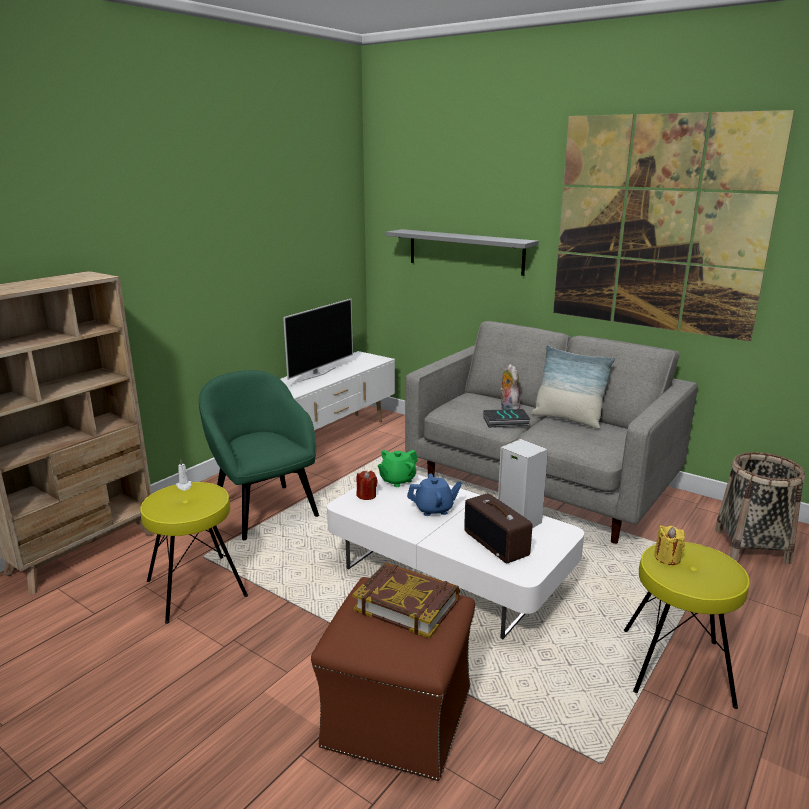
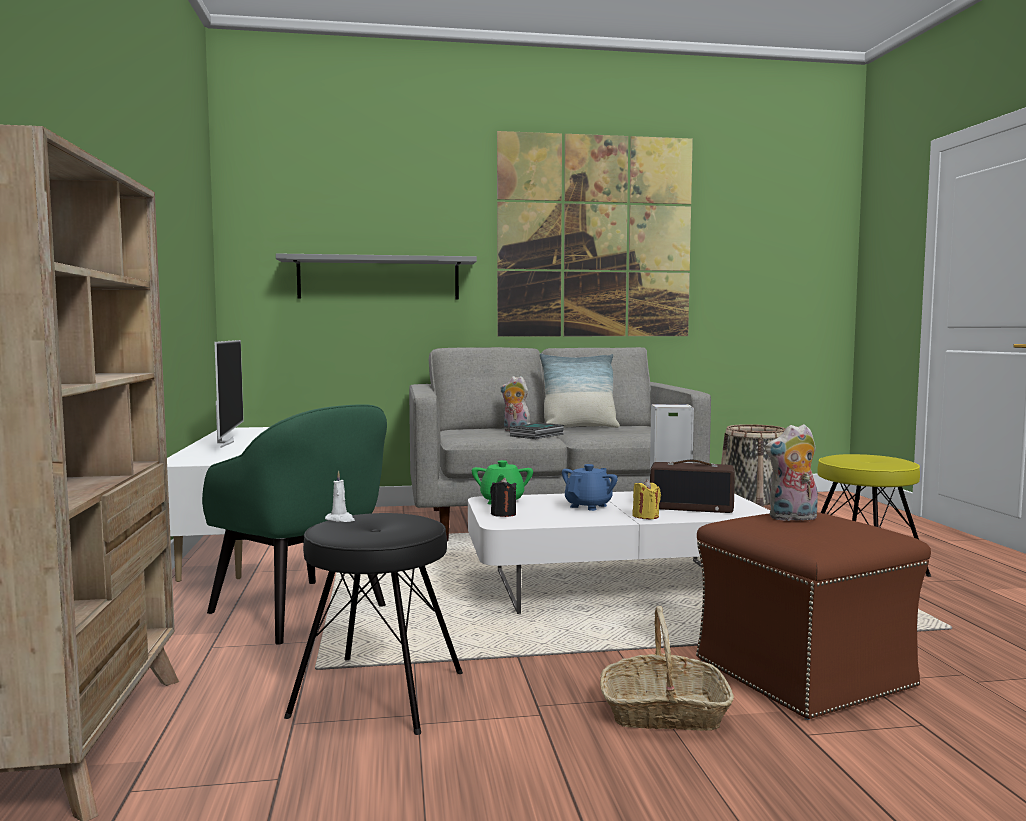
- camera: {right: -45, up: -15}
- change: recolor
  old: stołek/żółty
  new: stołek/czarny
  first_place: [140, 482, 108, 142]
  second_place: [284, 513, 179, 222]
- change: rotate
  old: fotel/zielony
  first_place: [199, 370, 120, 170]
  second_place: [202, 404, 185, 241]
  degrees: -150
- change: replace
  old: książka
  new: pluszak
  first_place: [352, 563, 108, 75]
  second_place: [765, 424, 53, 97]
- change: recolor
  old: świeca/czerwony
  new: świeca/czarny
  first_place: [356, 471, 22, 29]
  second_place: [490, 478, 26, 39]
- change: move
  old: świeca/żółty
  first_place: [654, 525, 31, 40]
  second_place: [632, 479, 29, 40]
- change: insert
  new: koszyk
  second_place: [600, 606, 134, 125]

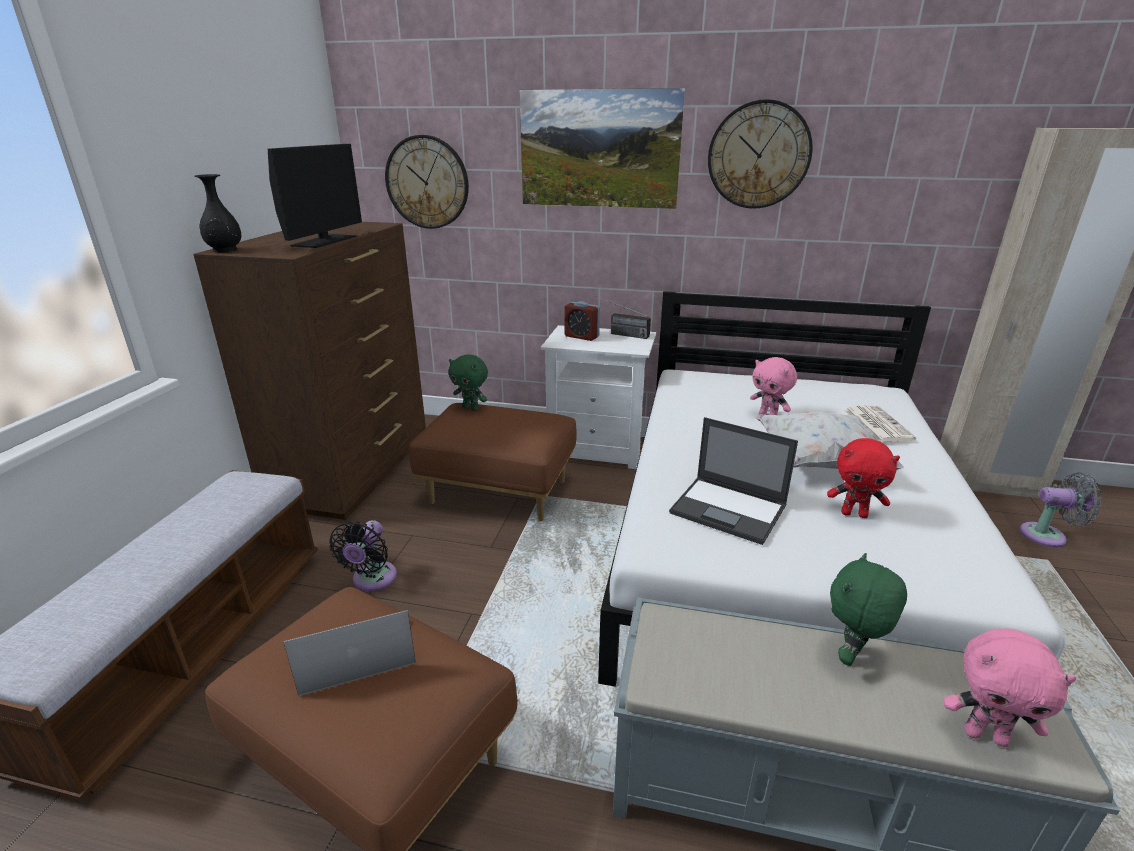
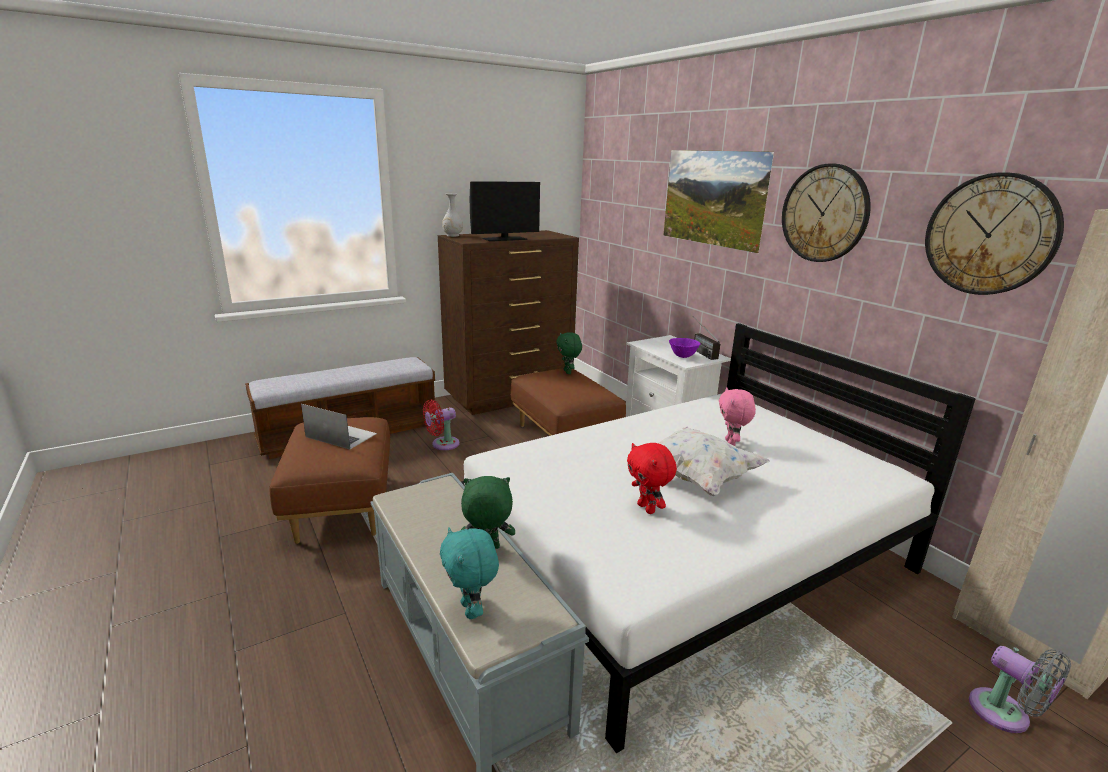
- camera: {right: 45, up: -5}
- change: recolor
  old: wazon/czarny
  new: wazon/biały
  first_place: [194, 174, 47, 78]
  second_place: [442, 193, 21, 44]
- change: recolor
  old: wentylator/czarny
  new: wentylator/czerwony
  first_place: [329, 520, 68, 71]
  second_place: [423, 399, 37, 51]
- change: move
  old: zegar ścienny
  first_place: [385, 135, 84, 94]
  second_place: [925, 172, 139, 123]
- change: delete
  old: budzik
  first_place: [564, 301, 36, 40]
- change: delete
  old: laptop
  first_place: [669, 417, 129, 128]
- change: delete
  old: gazeta
  first_place: [844, 405, 72, 37]
- change: recolor
  old: pluszak/różowy
  new: pluszak/turkusowy
  first_place: [944, 628, 133, 119]
  second_place: [440, 527, 59, 92]
- change: insert
  new: miska/fioletowy
  second_place: [669, 338, 32, 20]

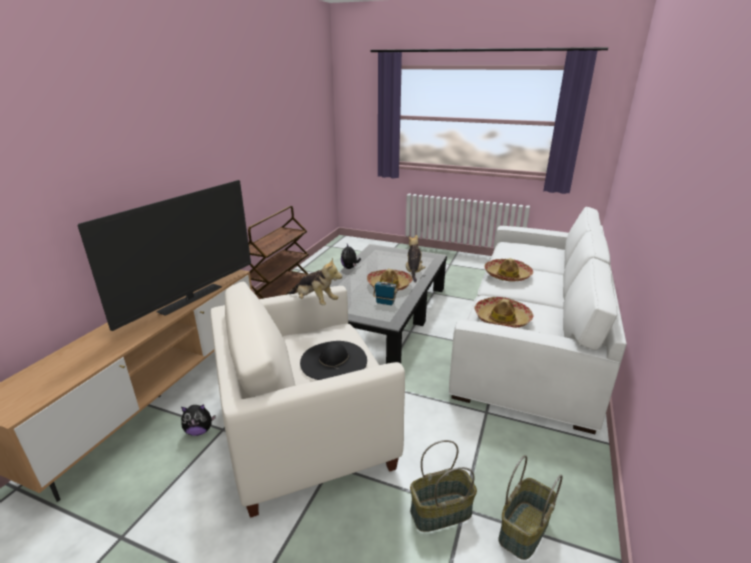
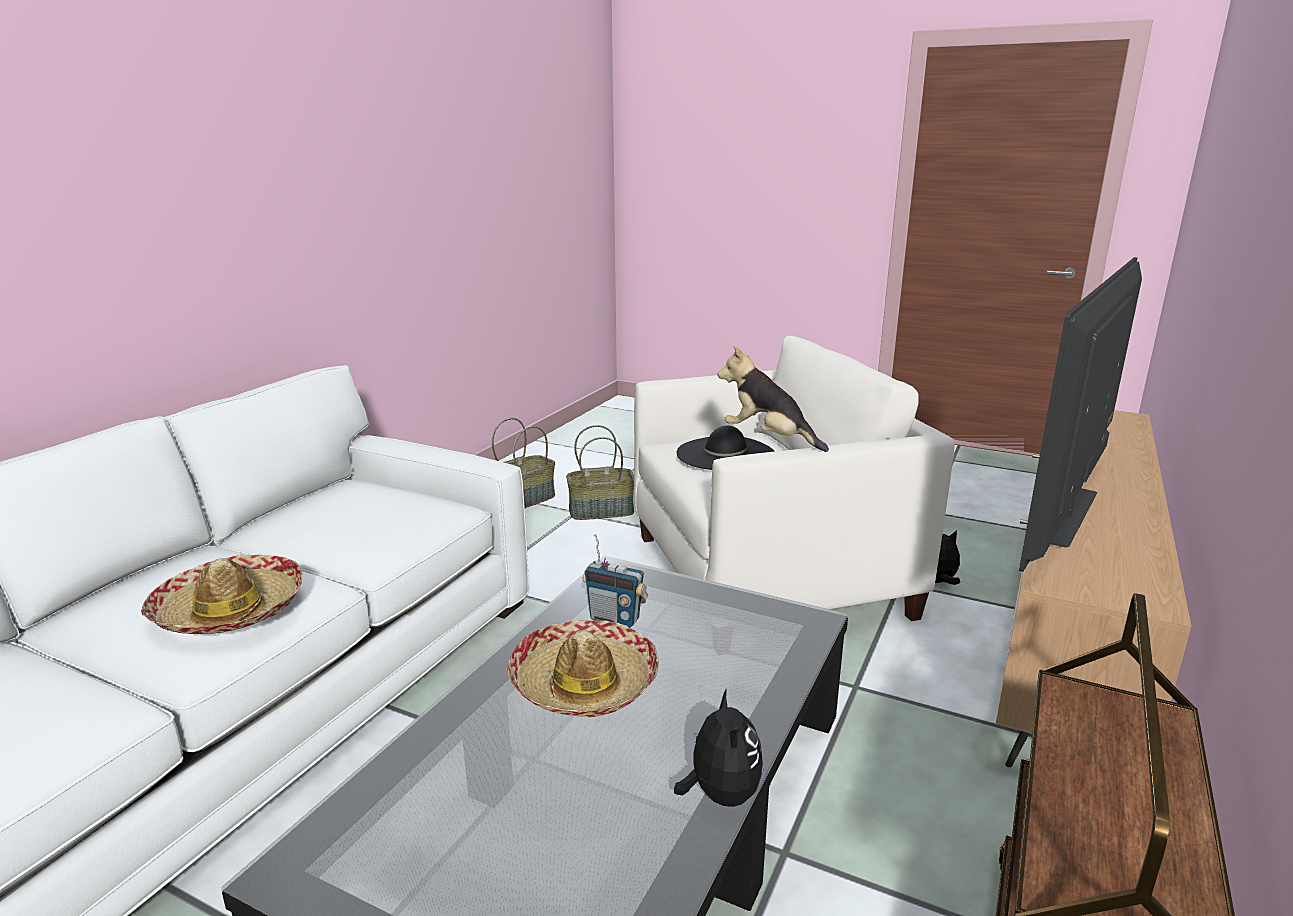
- camera: {right: -175, up: -5}
- change: delete
  old: pluszak
  first_place: [406, 235, 20, 47]
- change: delete
  old: kapelusz
  first_place: [475, 297, 58, 31]

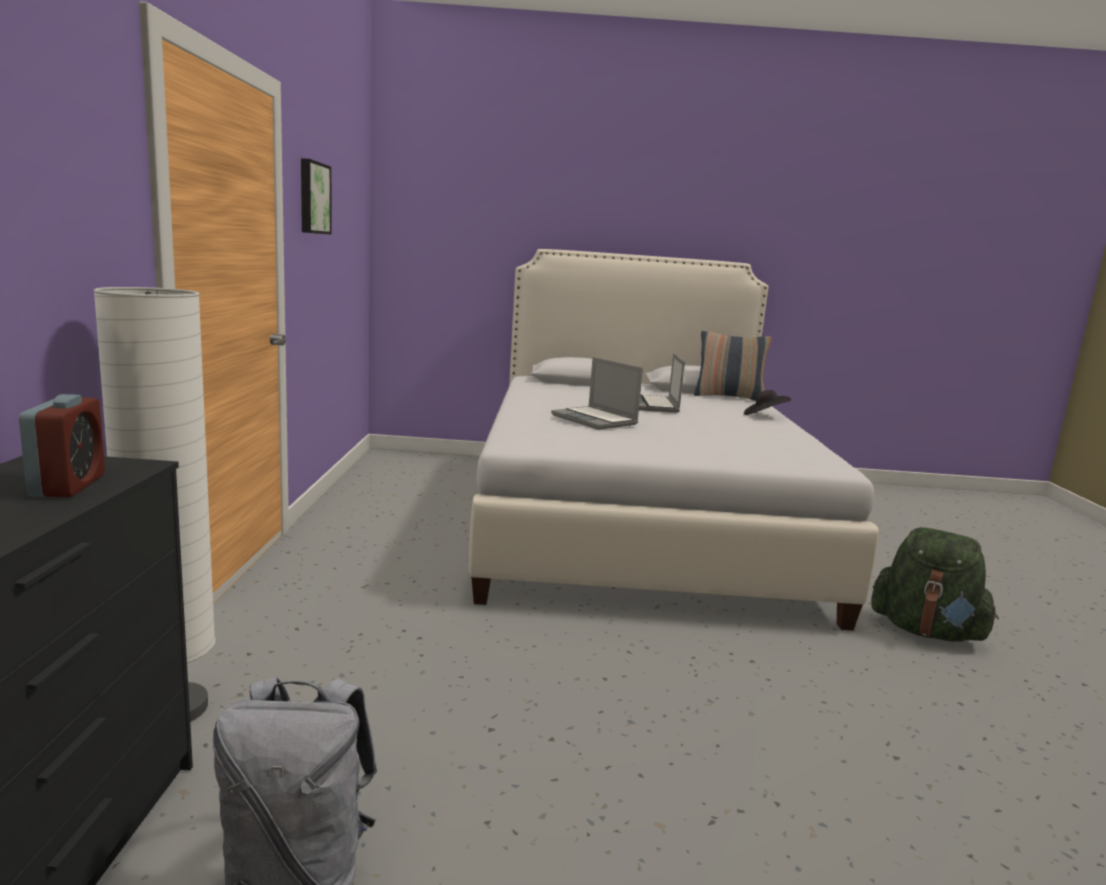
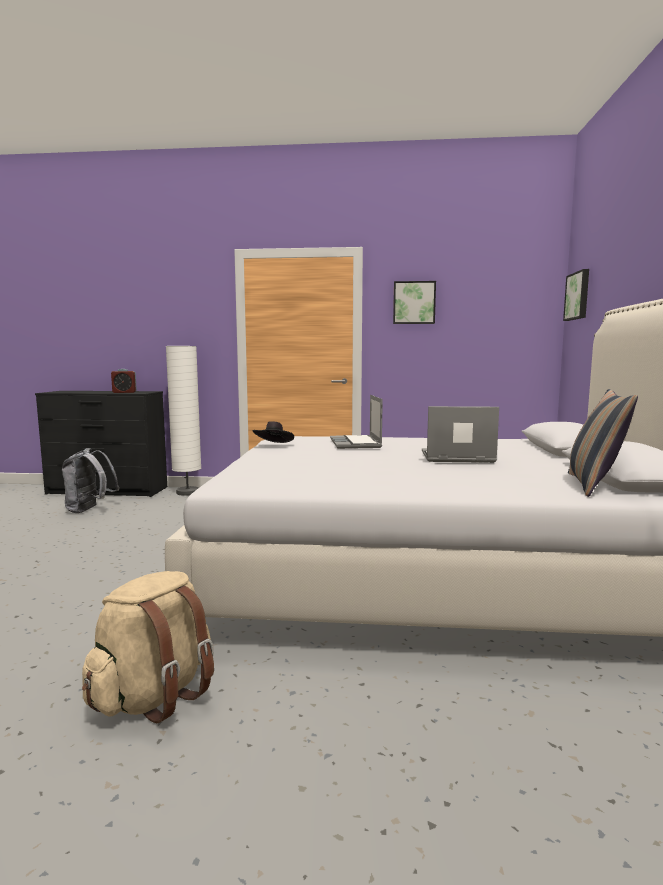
- camera: {right: 95, up: -5}
- change: rotate
  old: laptop
  first_place: [551, 357, 92, 73]
  second_place: [330, 395, 53, 54]
  degrees: -60
- change: move
  old: kapelusz/czarny
  first_place: [744, 390, 47, 25]
  second_place: [253, 421, 41, 22]
- change: recolor
  old: plecak/zielony
  new: plecak/beżowy
  first_place: [871, 527, 128, 115]
  second_place: [82, 571, 132, 152]
- change: insert
  new: obraz
  second_place: [563, 269, 26, 52]

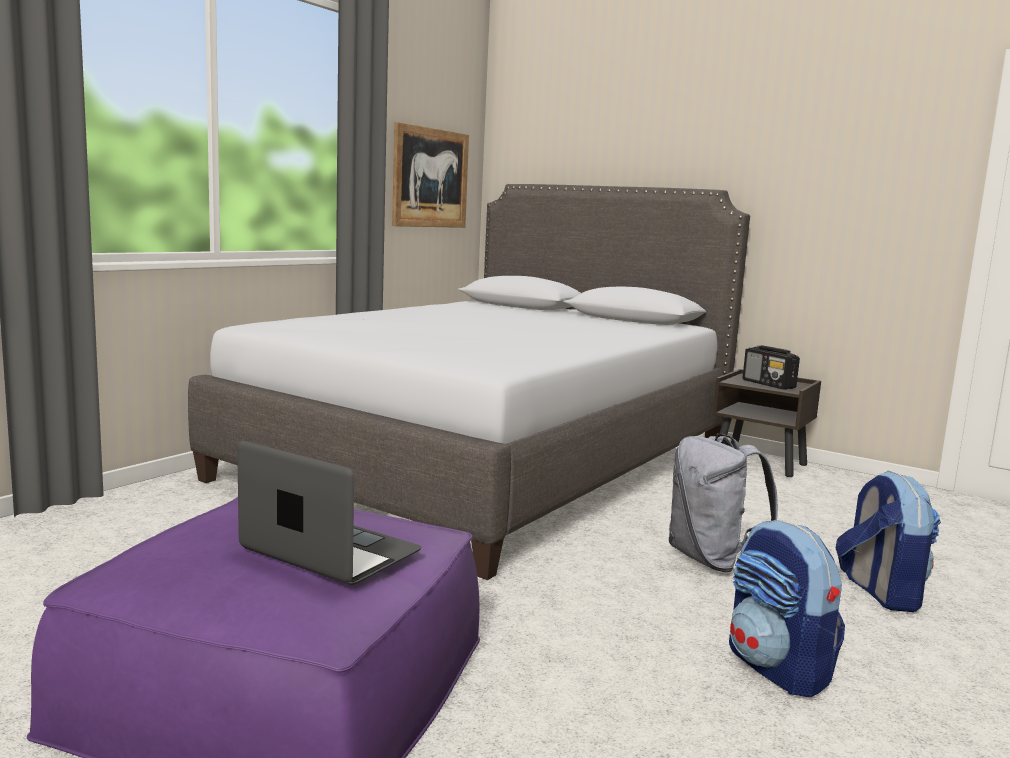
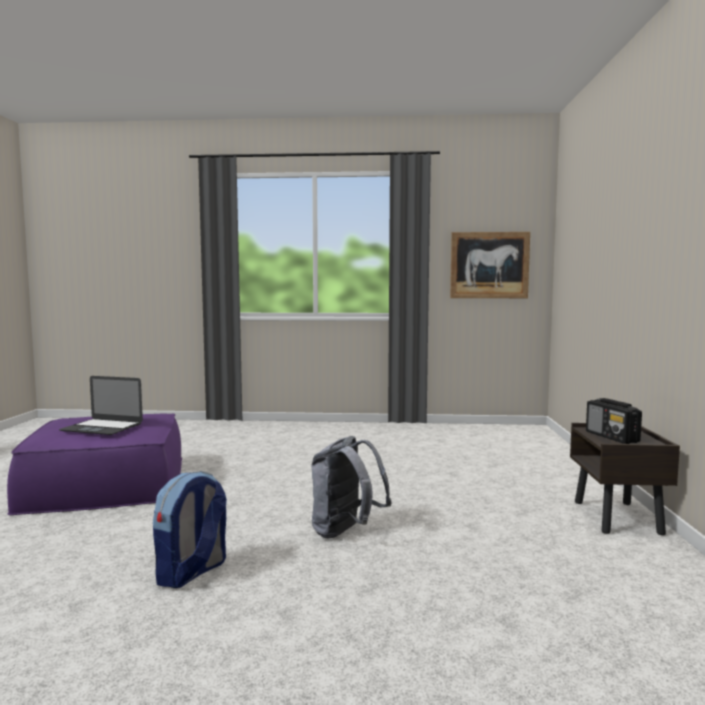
- camera: {right: 60, up: -5}
- change: delete
  old: łóżko/szary
  first_place: [188, 184, 562, 396]
- change: rotate
  old: laptop
  first_place: [237, 441, 185, 144]
  second_place: [59, 376, 84, 59]
  degrees: 105
- change: rotate
  old: radio
  first_place: [743, 345, 57, 45]
  second_place: [586, 398, 56, 46]
  degrees: -45
- change: delete
  old: plecak
  first_place: [836, 471, 105, 141]

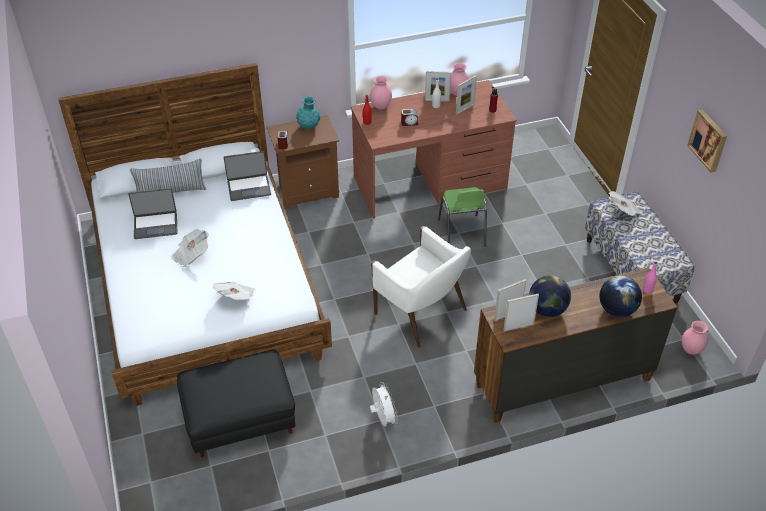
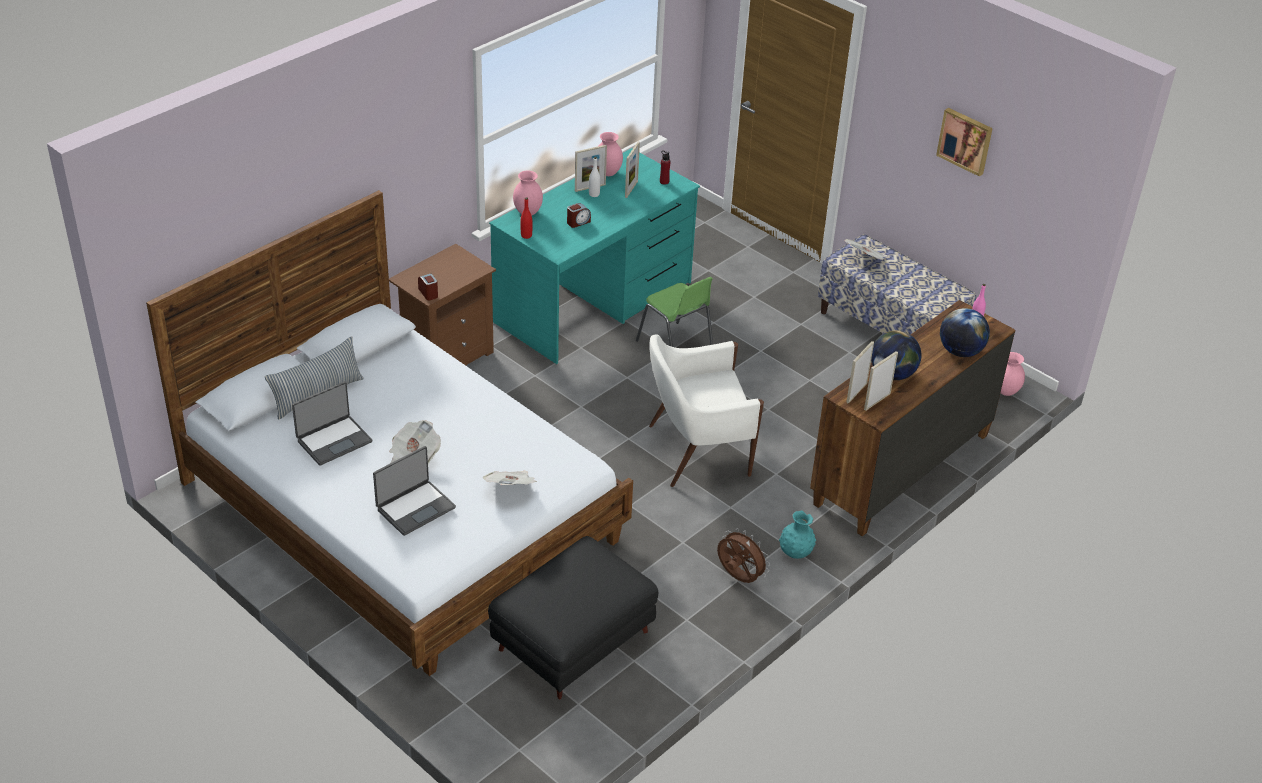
- camera: {right: -30, up: -5}
- change: move
  old: laptop
  first_place: [224, 151, 47, 50]
  second_place: [373, 446, 83, 90]
- change: move
  old: wazon/turkusowy
  first_place: [296, 96, 24, 33]
  second_place: [779, 511, 37, 48]
- change: recolor
  old: biurko/brązowy
  new: biurko/turkusowy
  first_place: [351, 80, 166, 139]
  second_place: [489, 148, 211, 216]
- change: recolor
  old: wentylator/biały
  new: wentylator/brązowy
  first_place: [370, 382, 28, 44]
  second_place: [717, 528, 53, 55]
- change: rotate
  old: fotel/biały
  first_place: [371, 226, 100, 122]
  second_place: [649, 335, 115, 152]
  degrees: 150

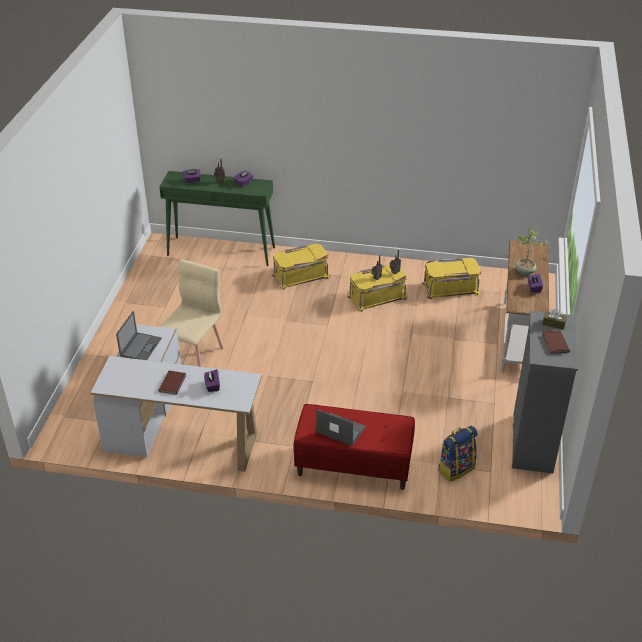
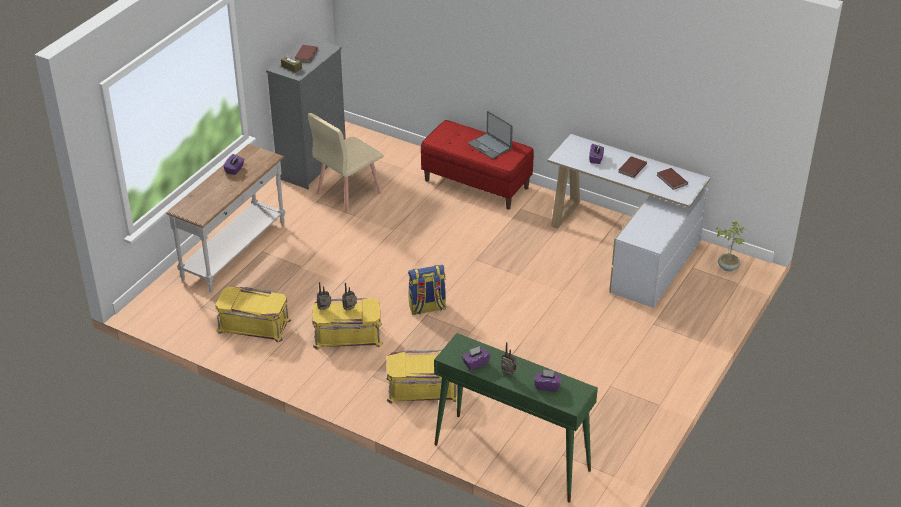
- camera: {right: -160, up: 0}
- change: delete
  old: laptop
  first_place: [116, 311, 46, 49]
- change: move
  old: krzesło/beżowy
  first_place: [160, 259, 64, 108]
  second_place: [308, 113, 75, 100]
- change: move
  old: plecak
  first_place: [438, 426, 40, 56]
  second_place: [408, 265, 38, 50]
- change: move
  old: roślina doniczkowa
  first_place: [516, 227, 31, 48]
  second_place: [716, 221, 30, 50]
- change: insert
  new: książka/brązowy
  second_place: [657, 168, 31, 22]

